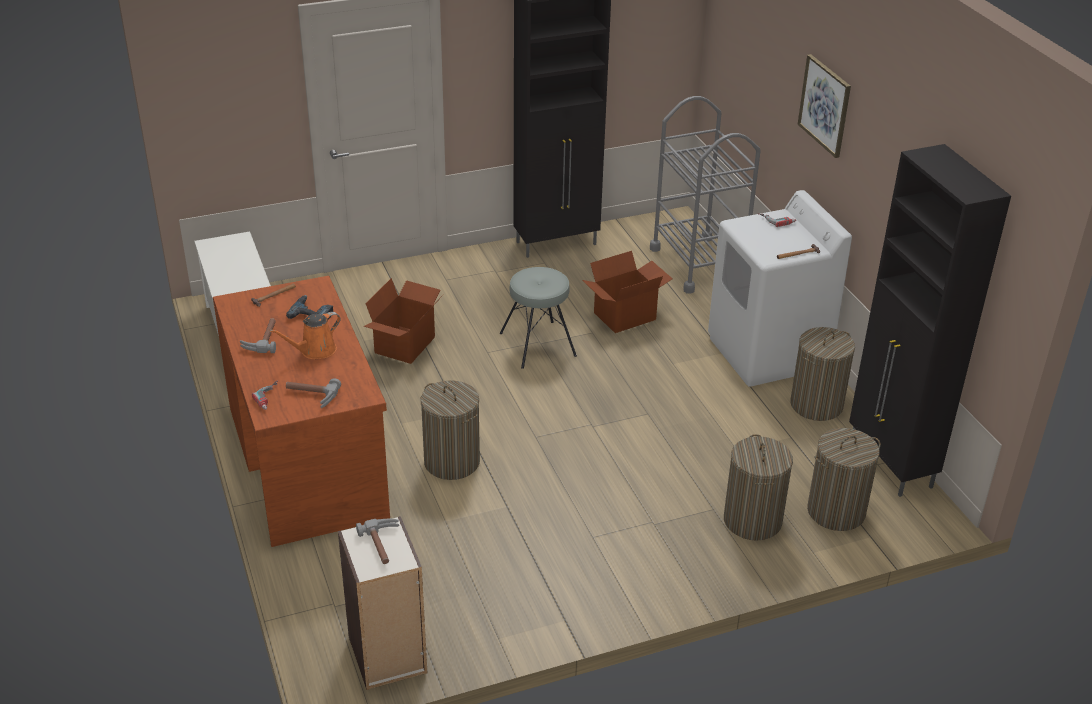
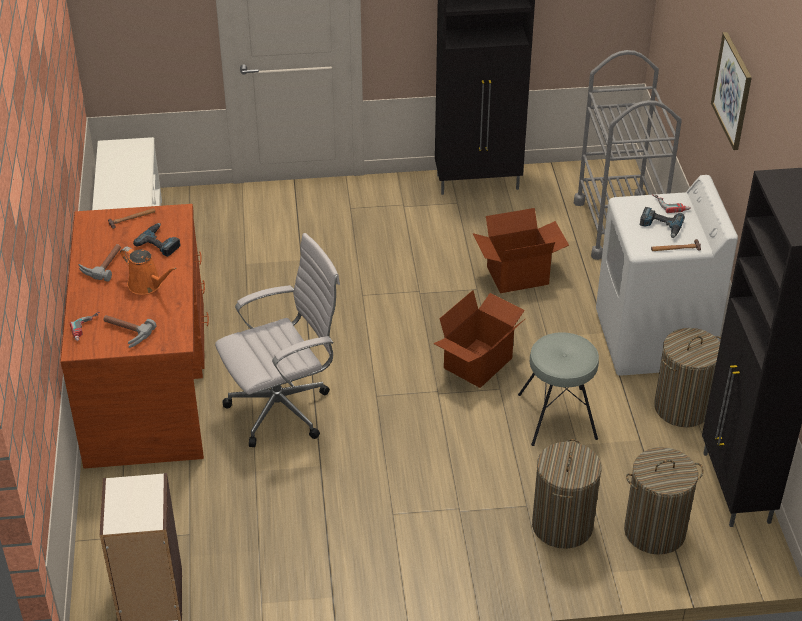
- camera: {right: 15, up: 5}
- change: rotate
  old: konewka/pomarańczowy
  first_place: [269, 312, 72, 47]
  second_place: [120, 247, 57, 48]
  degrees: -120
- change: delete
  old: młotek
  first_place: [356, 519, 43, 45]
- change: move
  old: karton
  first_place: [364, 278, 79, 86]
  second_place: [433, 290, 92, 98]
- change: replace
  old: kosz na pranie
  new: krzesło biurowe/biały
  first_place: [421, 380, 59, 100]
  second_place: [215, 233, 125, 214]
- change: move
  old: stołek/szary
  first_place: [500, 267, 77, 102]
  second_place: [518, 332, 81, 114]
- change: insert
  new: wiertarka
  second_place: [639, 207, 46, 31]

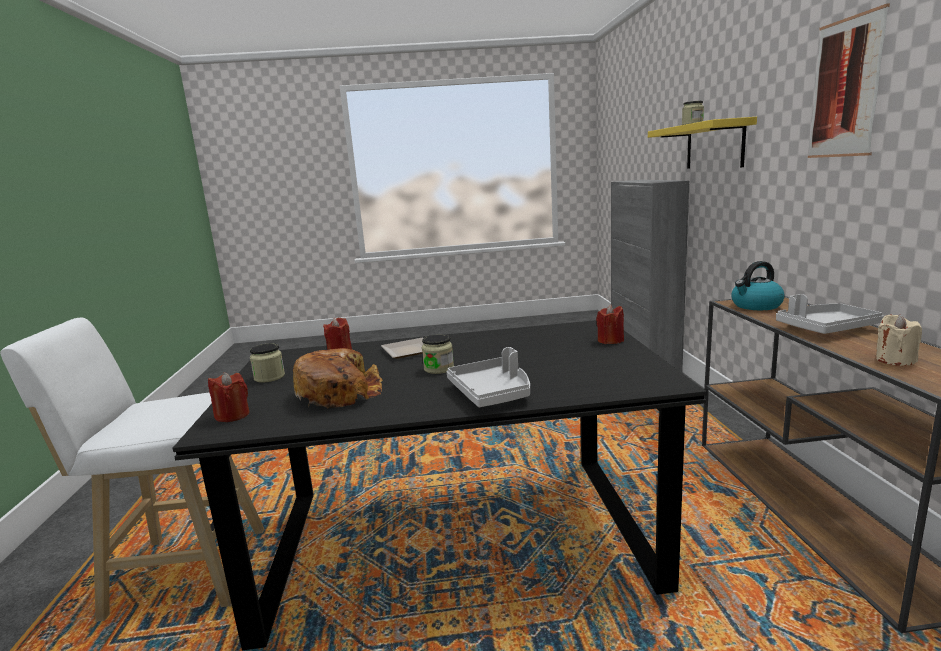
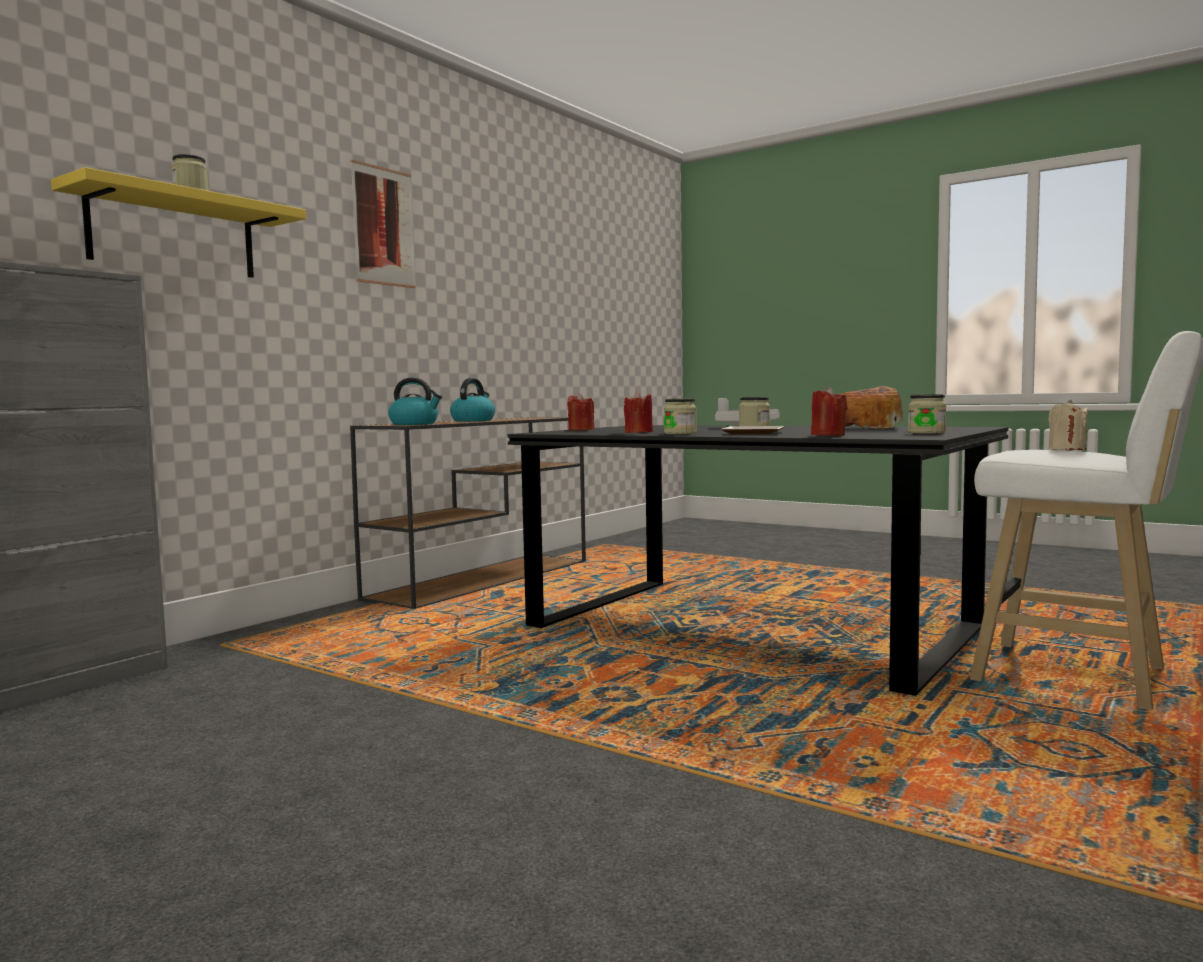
- camera: {right: -140, up: -10}
- change: move
  old: świeca/czerwony
  first_place: [208, 372, 42, 50]
  second_place: [624, 391, 29, 42]
- change: replace
  old: taca/szary
  new: czajnik
  first_place: [776, 294, 107, 40]
  second_place: [450, 378, 45, 44]
- change: move
  old: świeca/beżowy
  first_place: [876, 314, 46, 52]
  second_place: [1048, 400, 40, 50]
- change: insert
  new: słoik
  second_place: [664, 398, 33, 36]

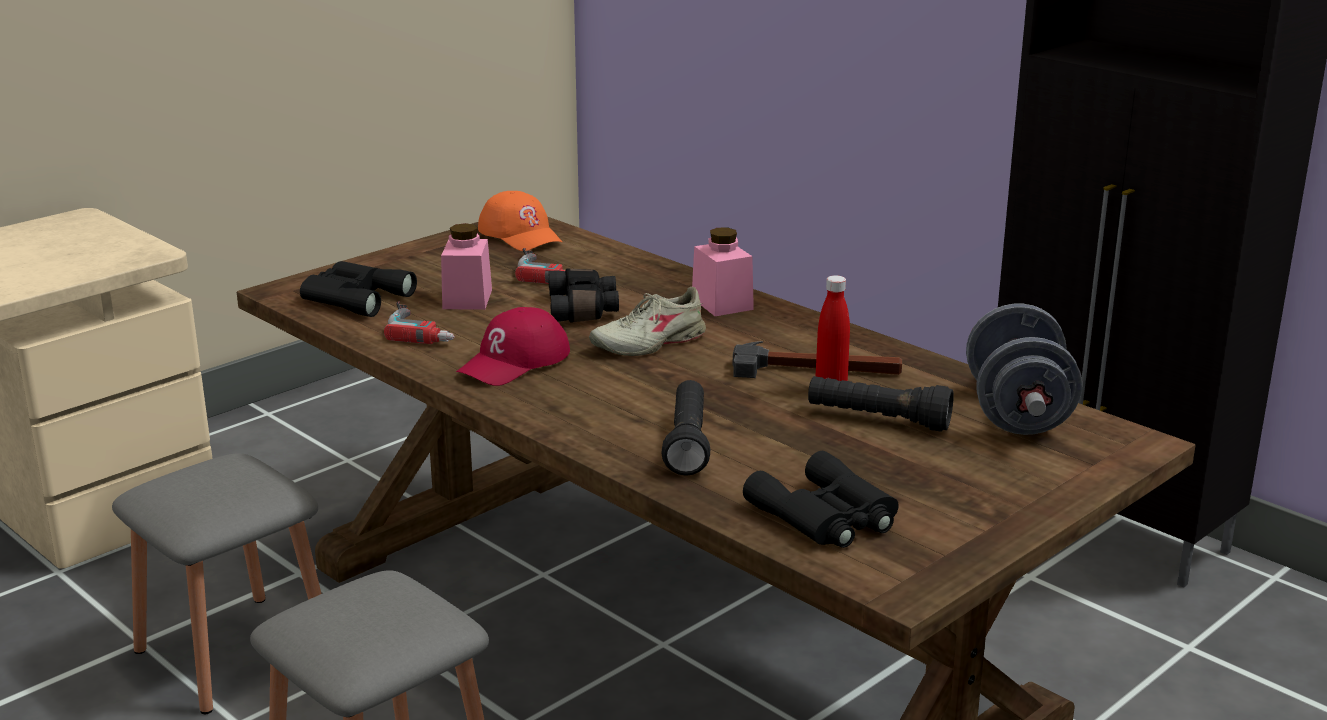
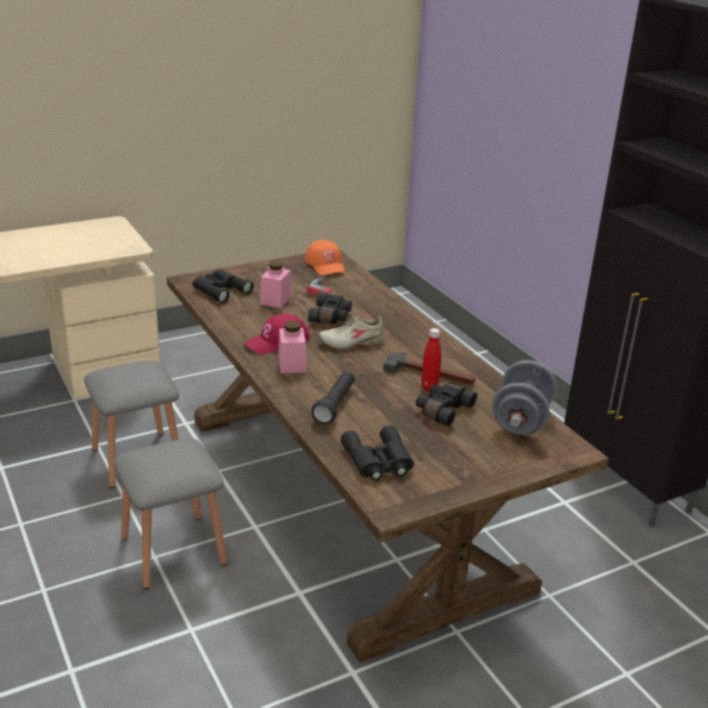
- camera: {right: 15, up: 5}
- change: delete
  old: wiertarka
  first_place: [384, 301, 71, 43]
- change: move
  old: słoik/różowy
  first_place: [692, 228, 62, 88]
  second_place: [278, 321, 28, 52]
- change: replace
  old: latarka/czarny
  new: lornetka/czarny
  first_place: [808, 376, 146, 56]
  second_place: [416, 383, 61, 43]

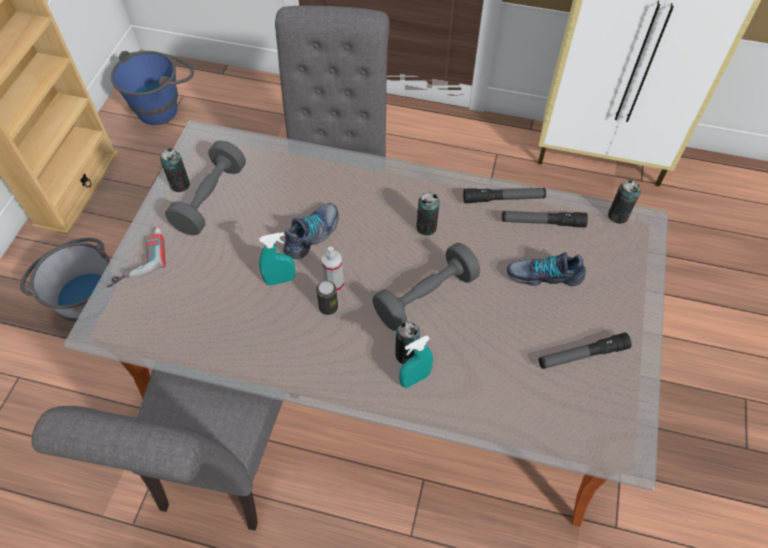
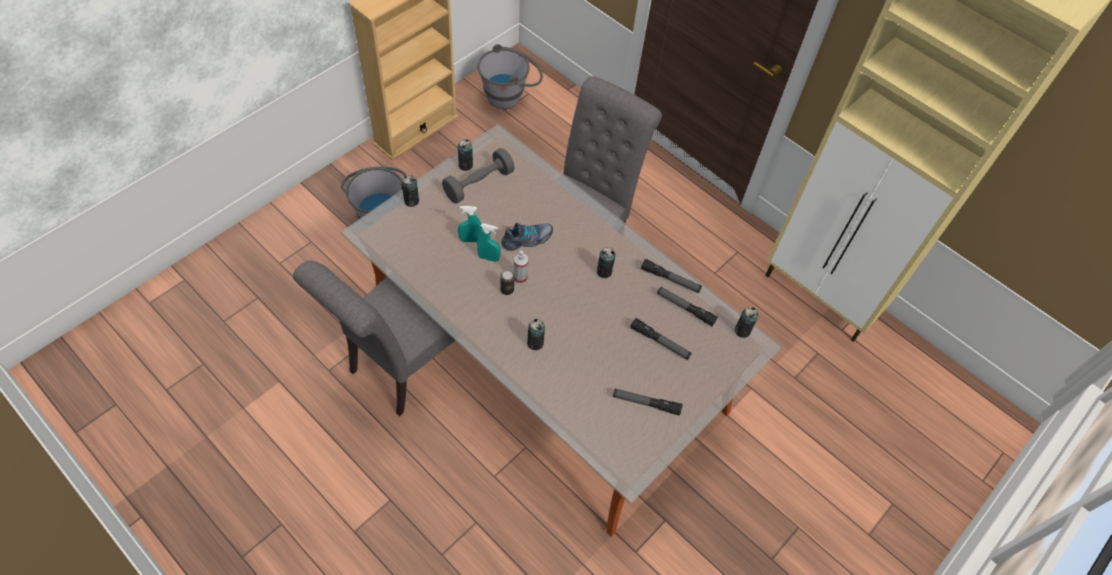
- camera: {right: 25, up: 0}
- change: replace
  old: wiertarka
  new: puszka
  first_place: [107, 227, 59, 60]
  second_place: [402, 175, 17, 32]
- change: recolor
  old: wiadro/niebieski
  new: wiadro/szary
  first_place: [111, 51, 83, 74]
  second_place: [477, 44, 66, 65]
- change: delete
  old: hantel/szary
  first_place: [372, 242, 108, 89]
- change: move
  old: spryskiwacz/turkusowy
  first_place: [399, 335, 34, 53]
  second_place: [458, 206, 24, 36]
- change: replace
  old: but
  new: latarka
  first_place: [507, 252, 79, 34]
  second_place: [630, 318, 62, 42]

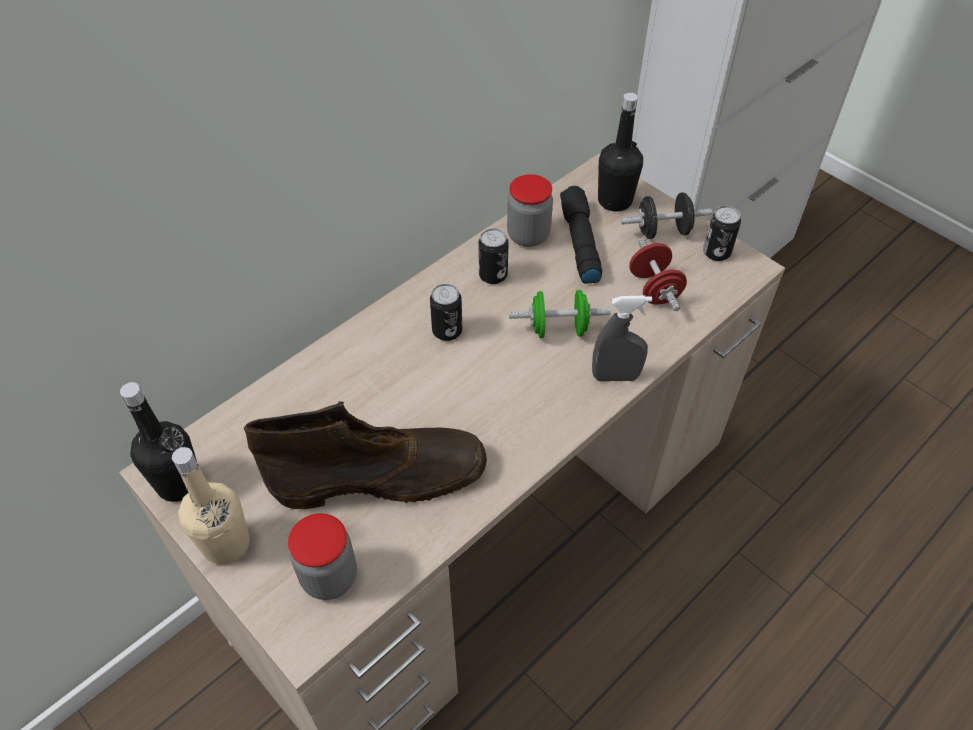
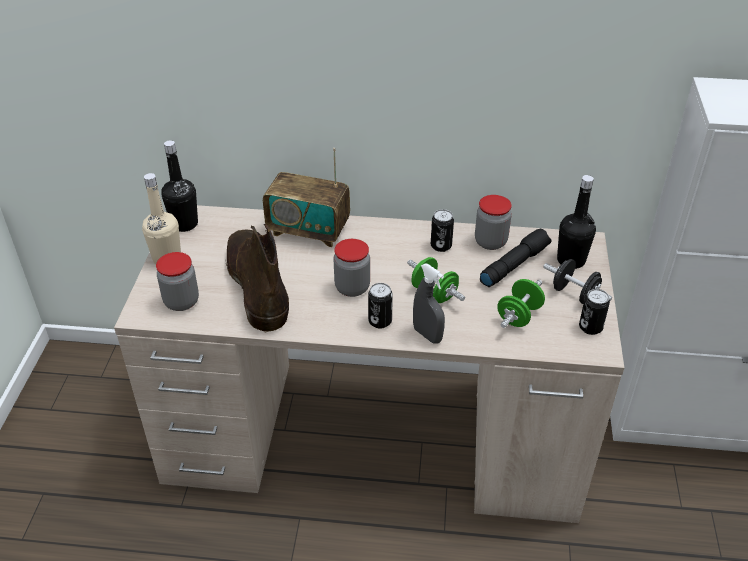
- camera: {right: 50, up: -10}
- change: rotate
  old: but z cholewką/brązowy
  first_place: [244, 401, 243, 108]
  second_place: [225, 224, 64, 108]
  degrees: -150
- change: move
  old: puszka
  first_place: [430, 284, 32, 57]
  second_place: [368, 283, 25, 45]
- change: recolor
  old: hantel/czerwony
  new: hantel/zielony
  first_place: [629, 238, 58, 73]
  second_place: [497, 279, 48, 49]
- change: insert
  new: radio
  second_place: [263, 148, 87, 99]
- change: insert
  new: słoik
  second_place: [334, 239, 36, 58]

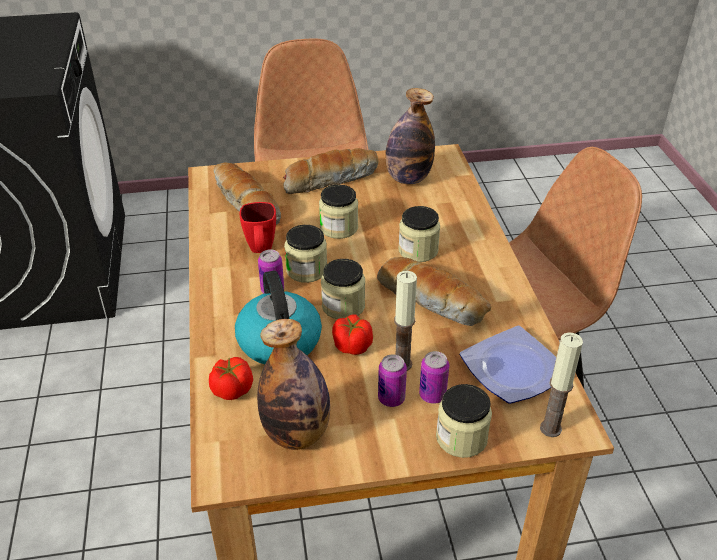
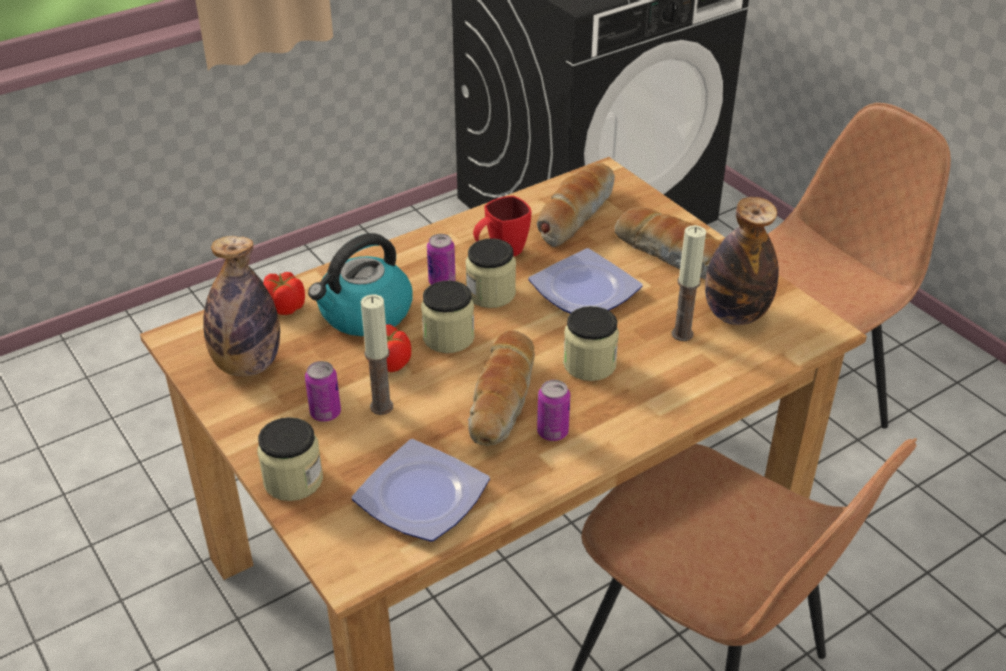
- camera: {right: 65, up: 0}
- change: replace
  old: słoik
  new: talerz
  first_place: [319, 184, 39, 55]
  second_place: [529, 248, 114, 66]
- change: move
  old: puszka
  first_place: [419, 351, 30, 53]
  second_place: [537, 380, 33, 61]
- change: move
  old: świeca
  first_place: [540, 332, 43, 105]
  second_place: [672, 225, 34, 116]

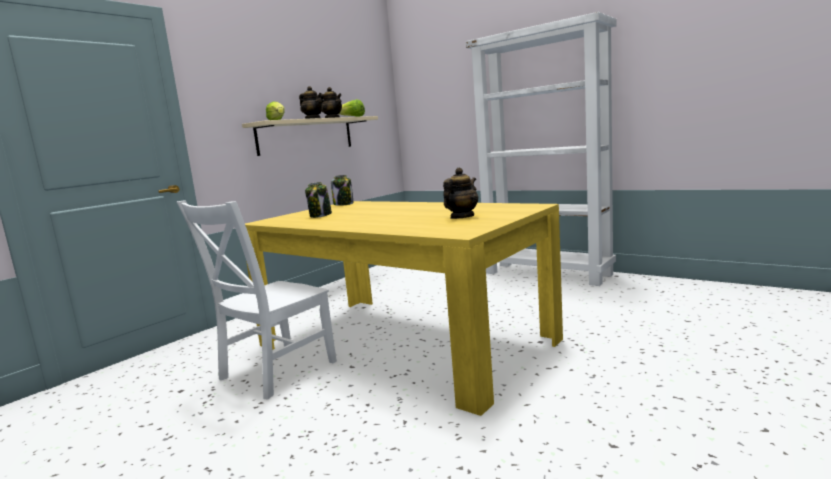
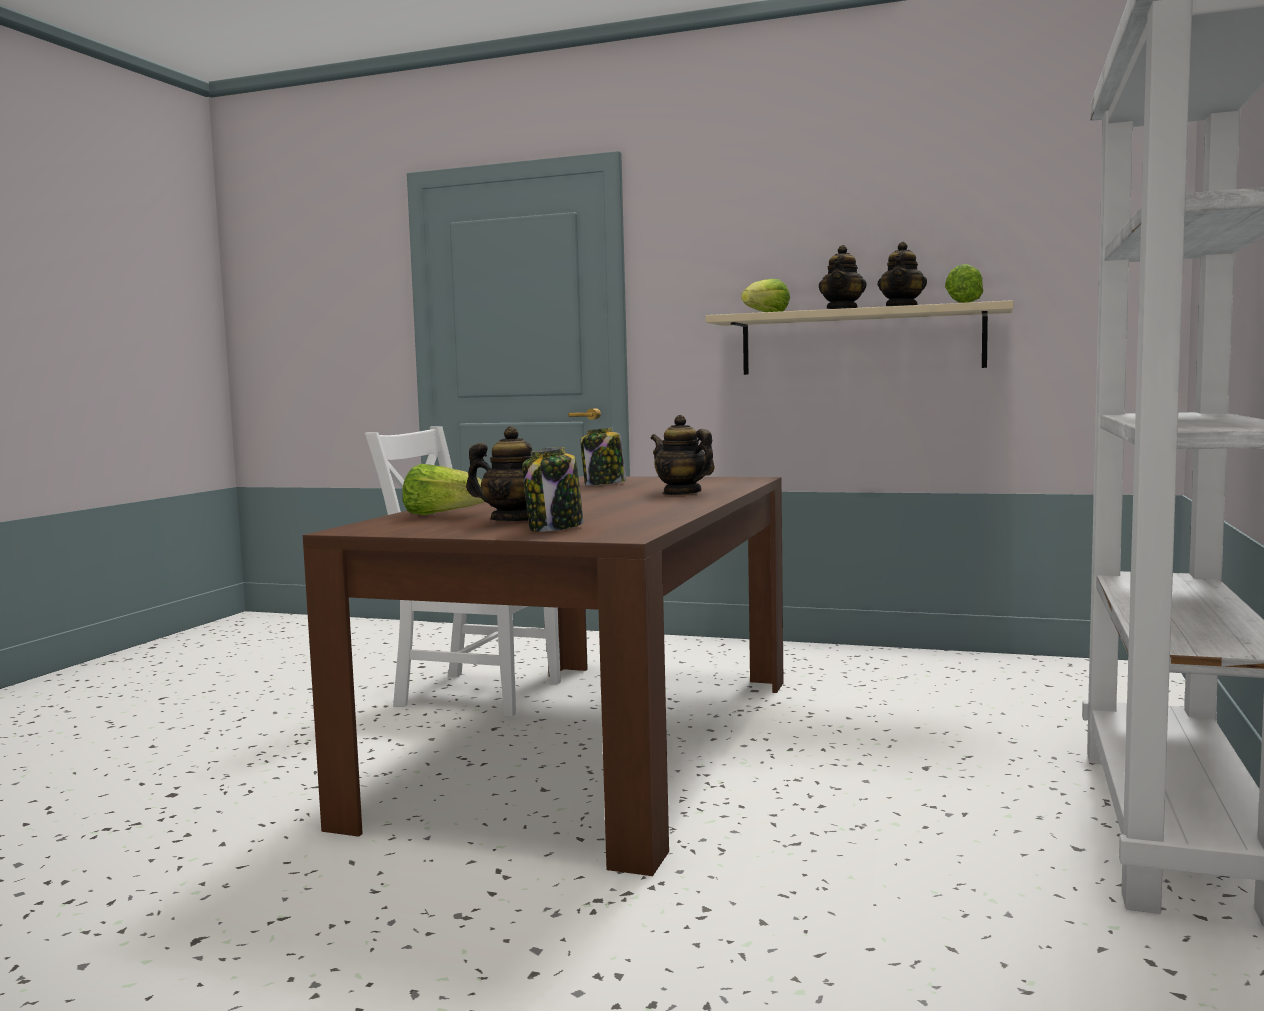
- camera: {right: 70, up: -5}
- change: recolor
  old: stół jadalny/żółty
  new: stół jadalny/brązowy
  first_place: [245, 201, 318, 215]
  second_place: [303, 476, 481, 400]
- change: move
  old: słoik
  first_place: [331, 175, 23, 31]
  second_place: [523, 447, 60, 85]
- change: insert
  new: sałata
  second_place: [402, 464, 83, 51]
- change: insert
  new: imbryk
  second_place: [651, 415, 64, 80]

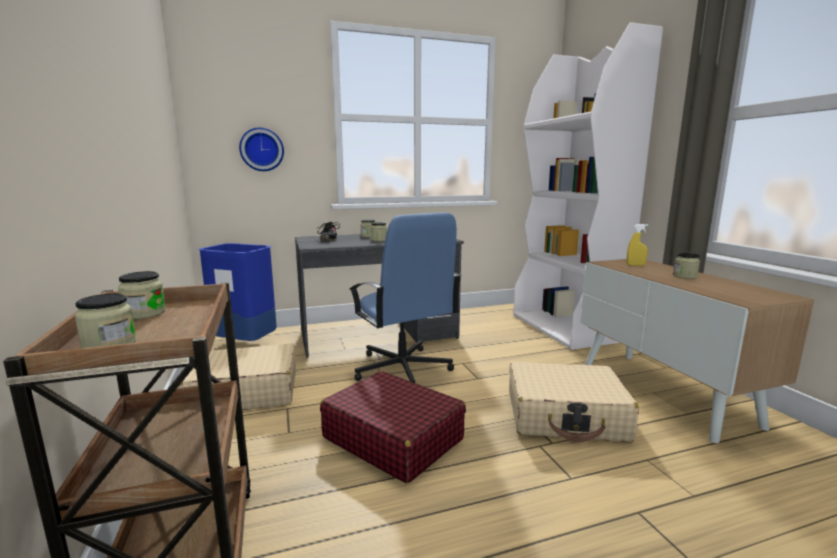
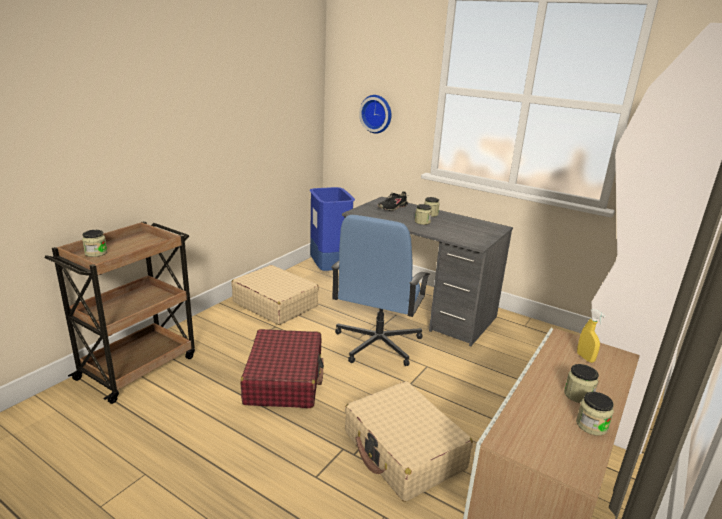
- camera: {right: 50, up: 10}
- change: move
  old: słoik
  first_place: [118, 271, 48, 48]
  second_place: [576, 392, 38, 44]

